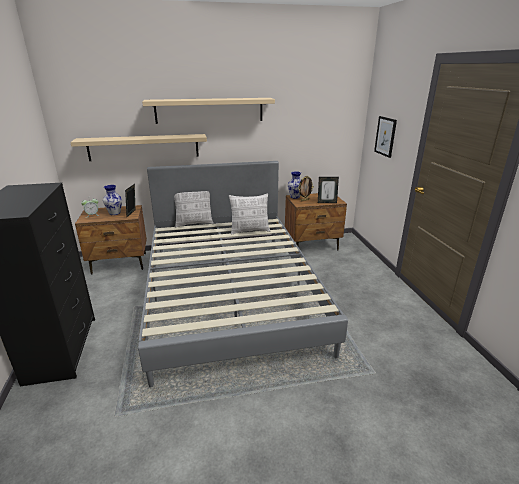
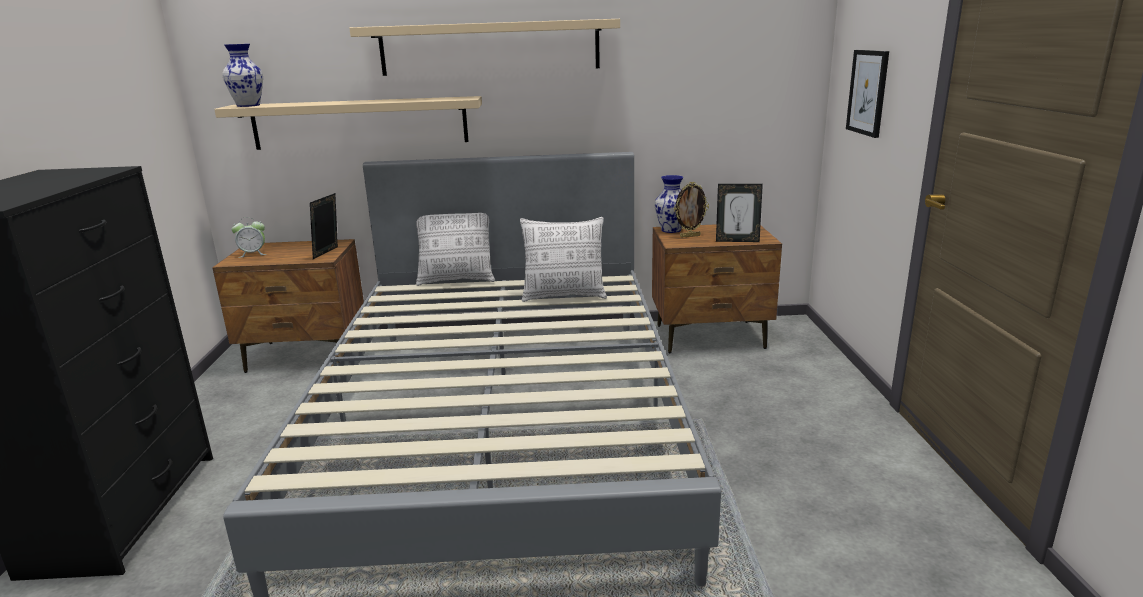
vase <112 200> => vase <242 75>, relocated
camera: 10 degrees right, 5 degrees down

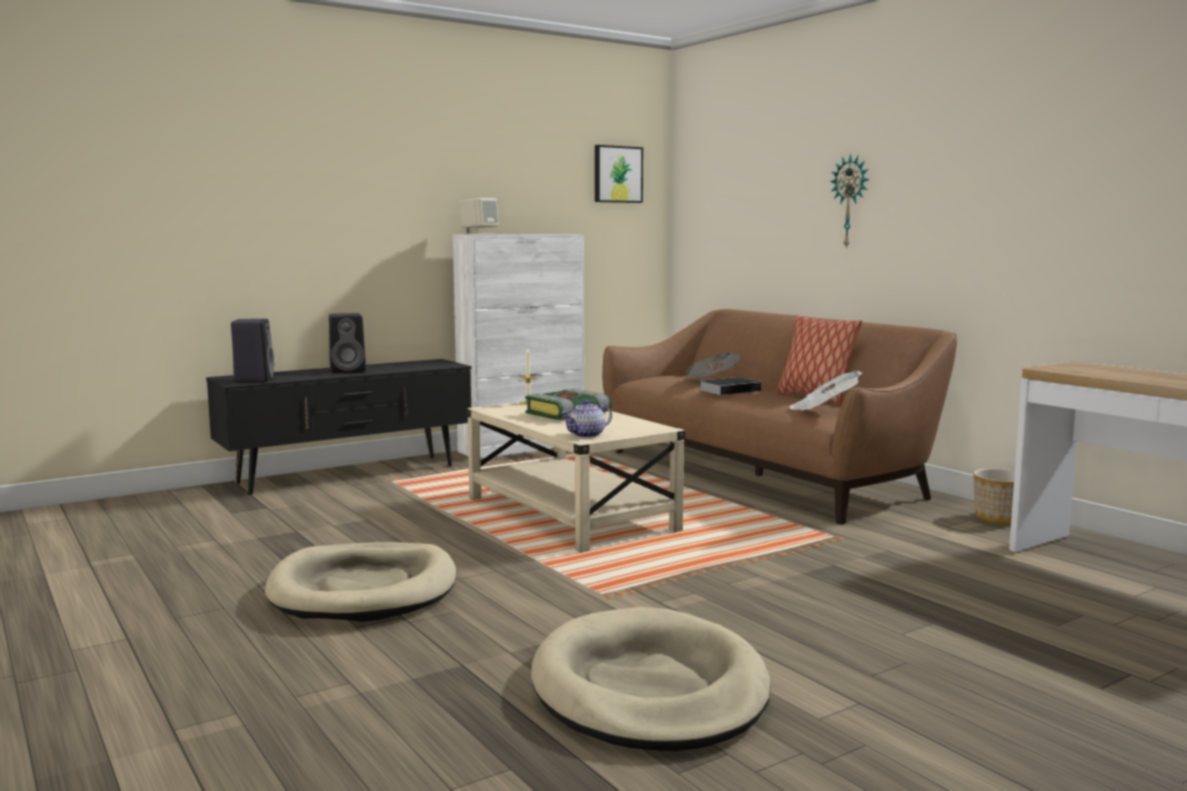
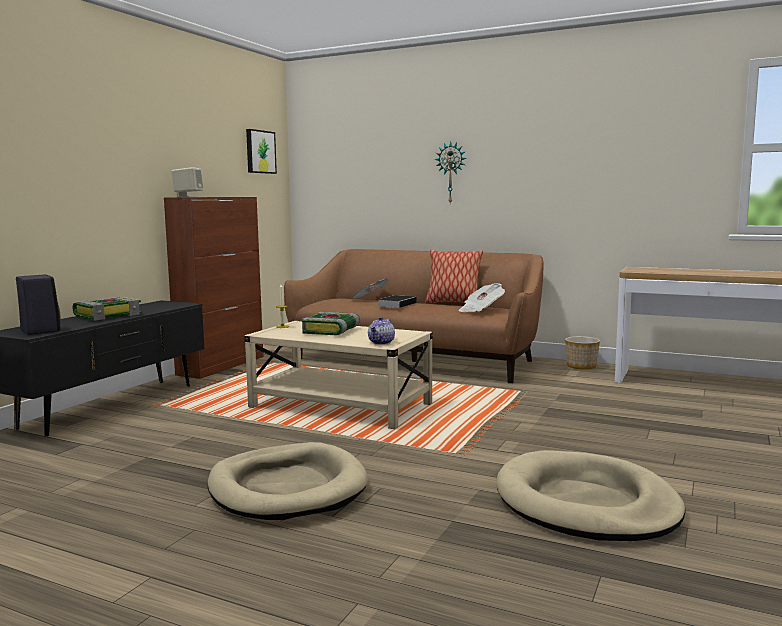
speaker (black) <347 343> => book <107 309>
cabinet (white) <518 346> => cabinet (brown) <213 288>
camera: 30 degrees left, 0 degrees up

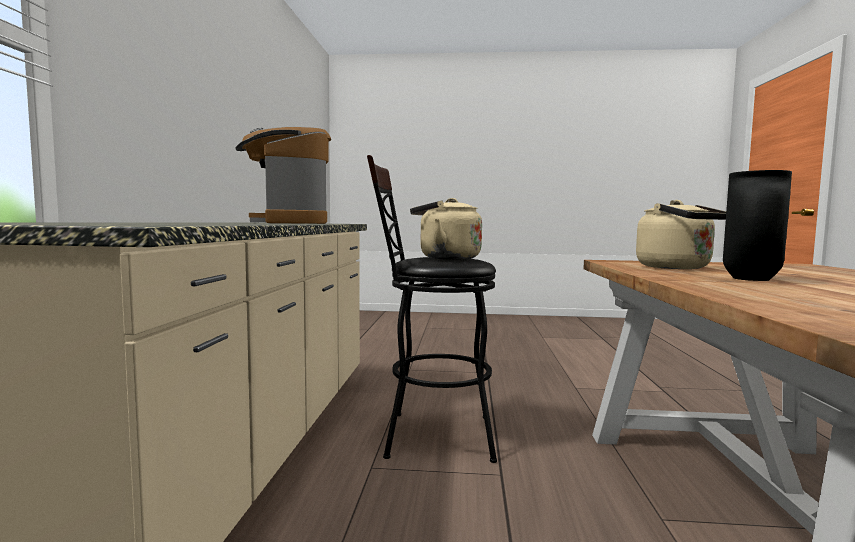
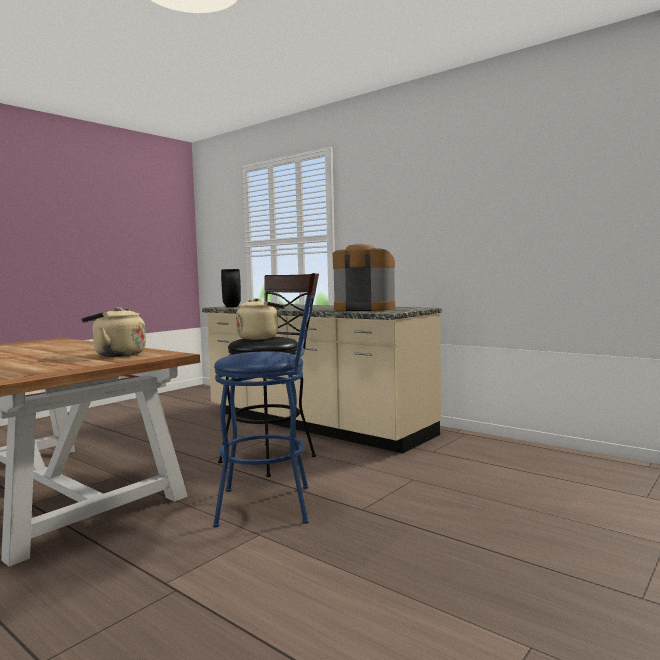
nothing => stool (blue) <266 400>
vase (black) <757 225> => vase (black) <231 288>, relocated
camera: 125 degrees right, 0 degrees up

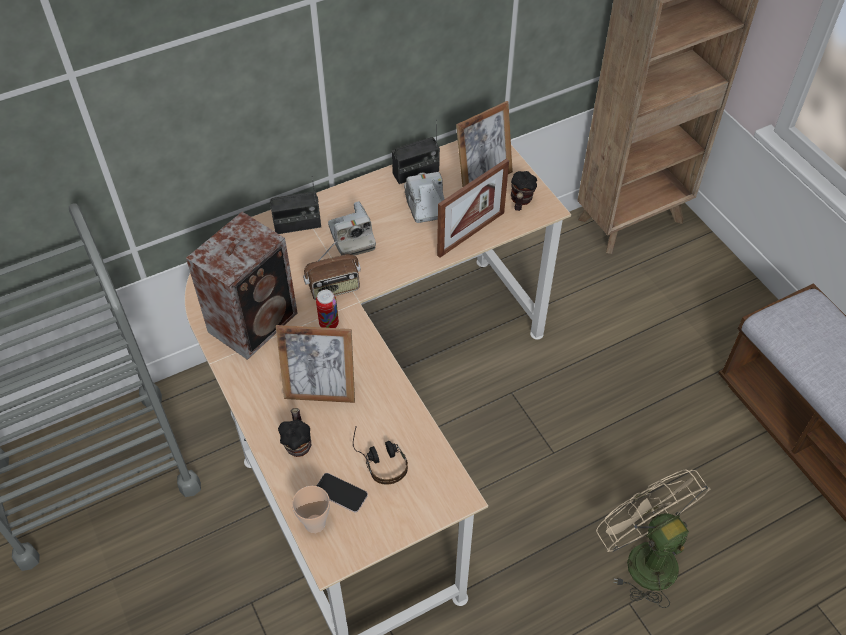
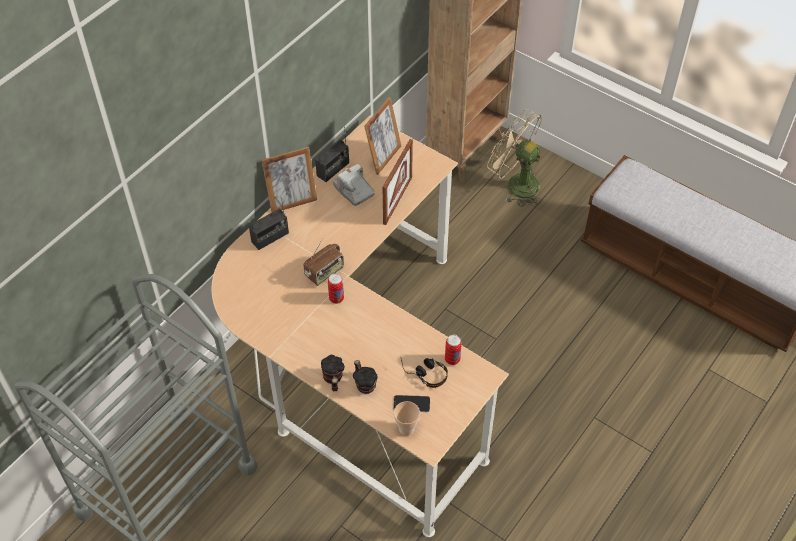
speaker <242 286> => nothing
photo camera <352 228> => nothing
nothing => can <453 350>
picture frame <315 364> => picture frame <289 179>, relocated
mug <524 191> => mug <333 373>, relocated
fan (beige) <653 538> => fan (beige) <515 158>, relocated
camera: 25 degrees left, 0 degrees up

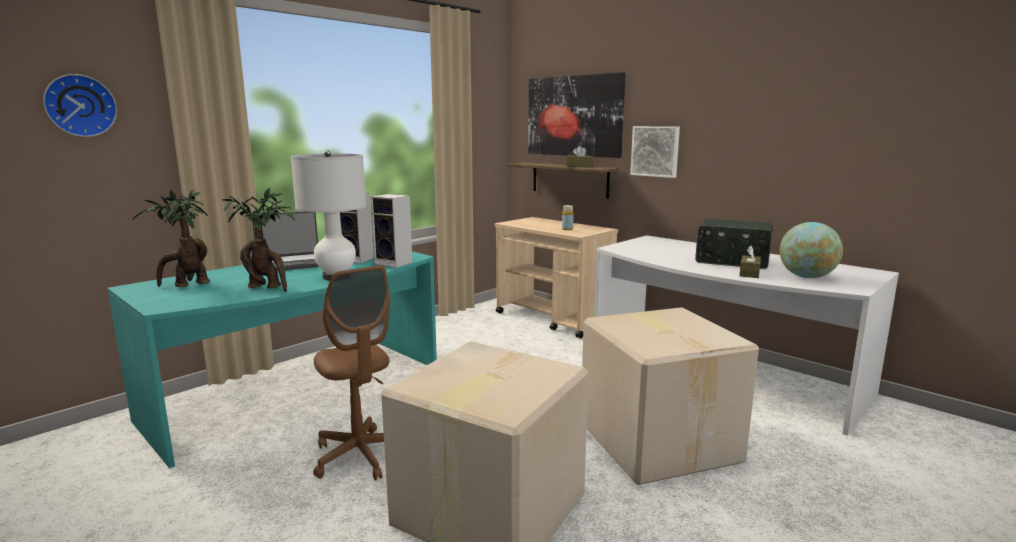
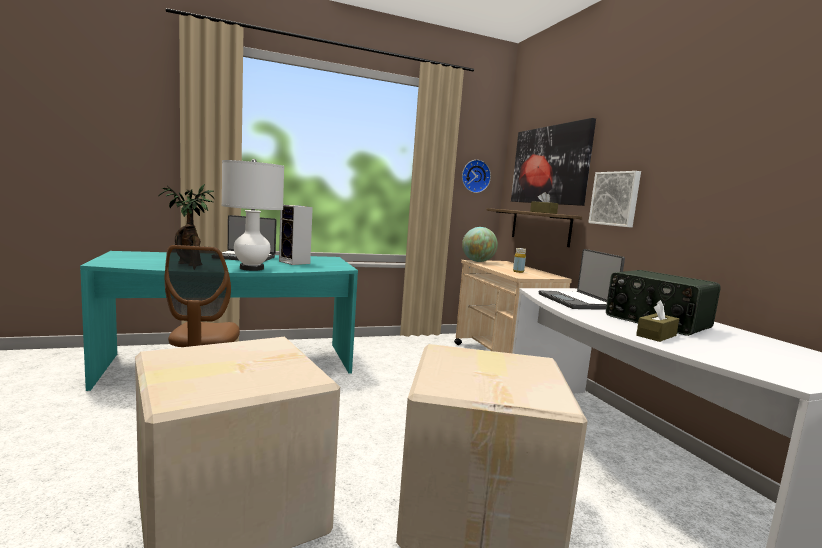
potted plant <171 238> => nothing
speaker <391 231> => nothing
nothing => laptop <581 279>
wall clock <80 105> => wall clock <476 176>, relocated
globe <811 250> => globe <480 244>, relocated
camera: 25 degrees right, 5 degrees down

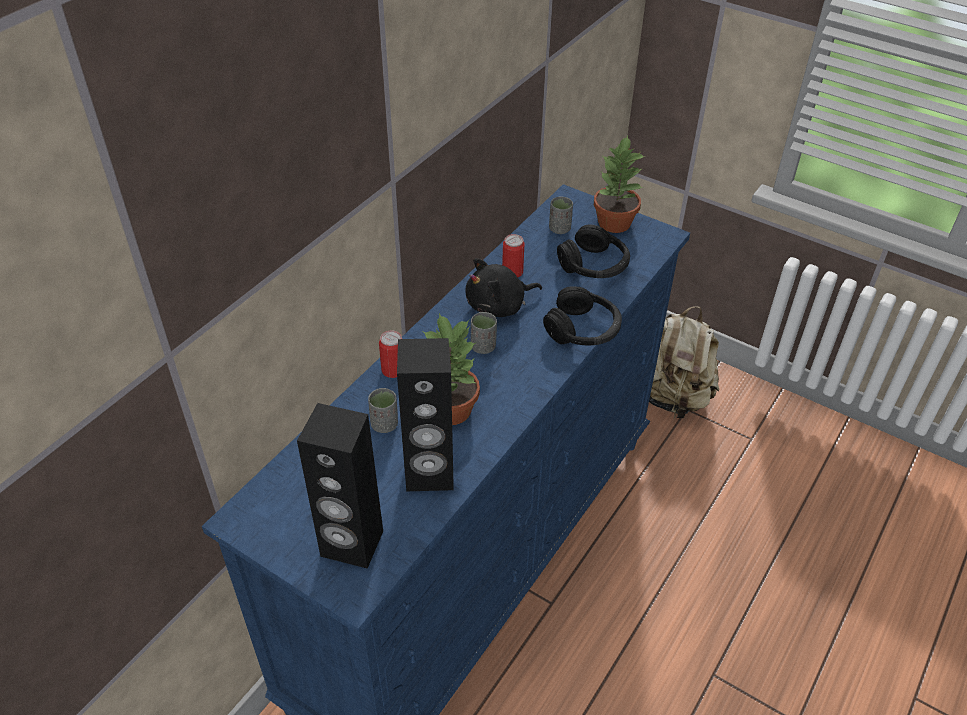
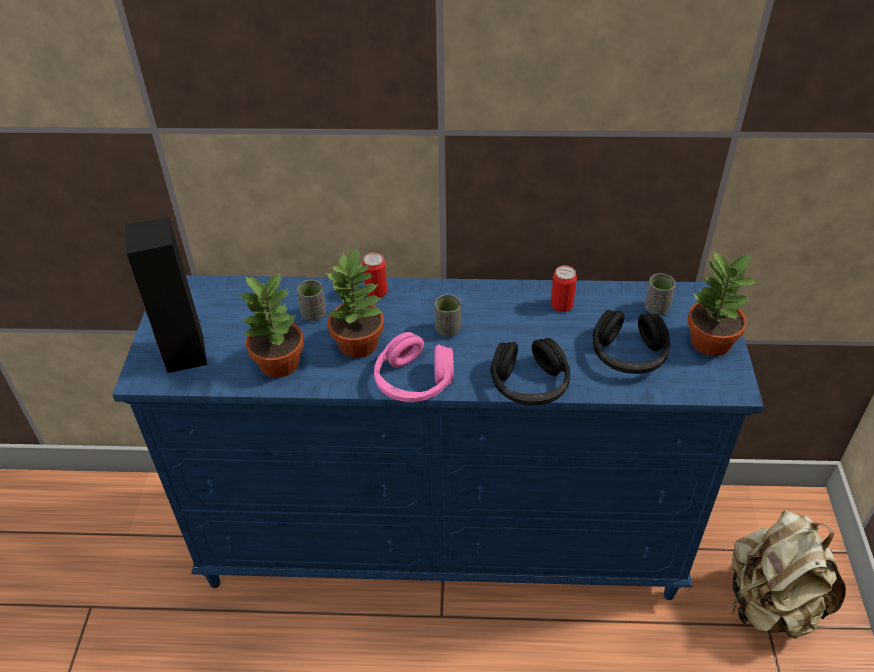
plush toy (black) <504 287> => nothing
nothing => headphones (pink) <414 367>
speaker (black) <425 414> => potted plant <271 325>
camera: 60 degrees right, 0 degrees up

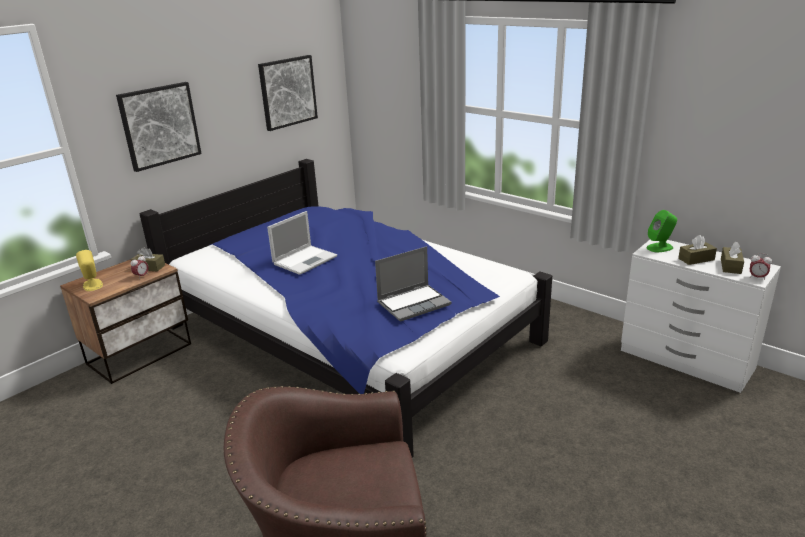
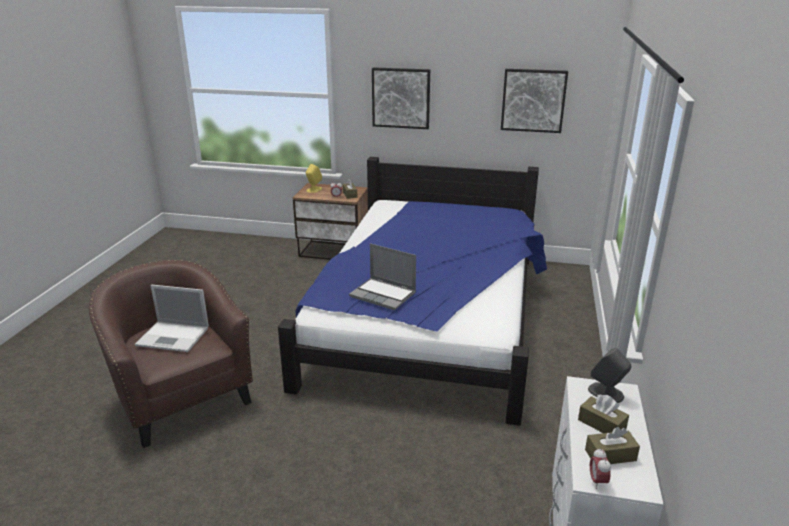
laptop <302 243> => laptop <172 318>, relocated
speaker (green) <661 231> => speaker (grey) <609 375>
camera: 60 degrees right, 0 degrees up

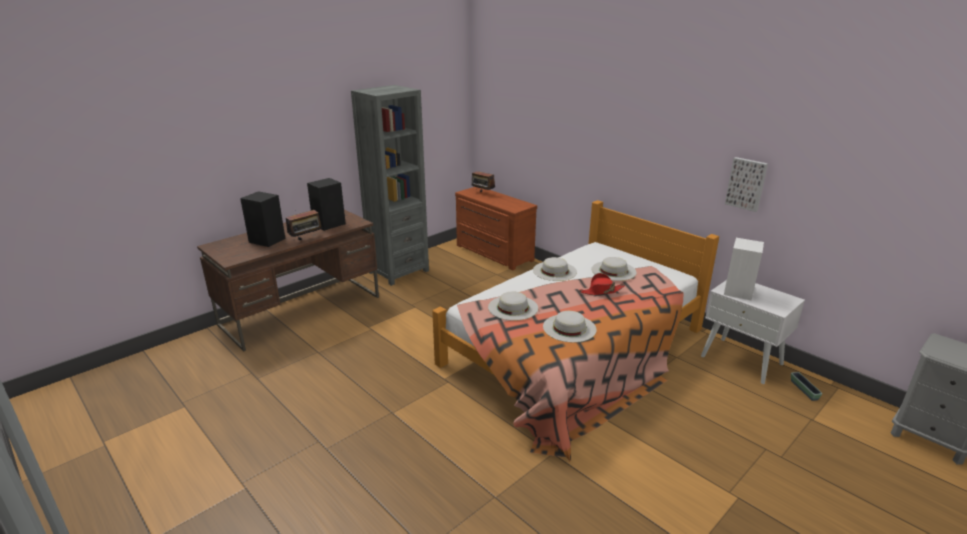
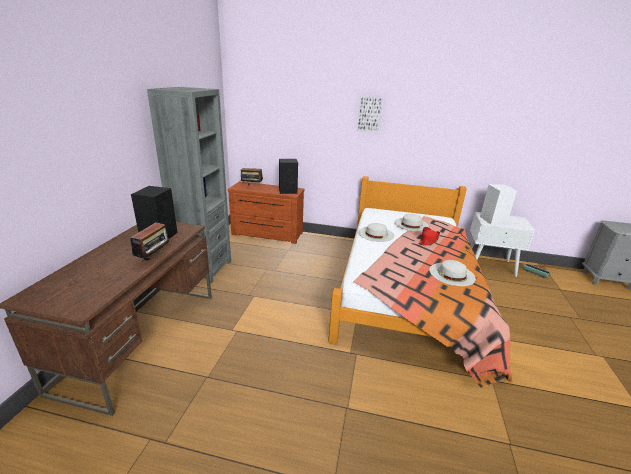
hat (white) <513 306> => nothing
speaker (black) <262 219> => speaker (black) <288 176>, relocated
picture <746 184> => picture <369 114>, relocated
camera: 35 degrees left, 0 degrees up

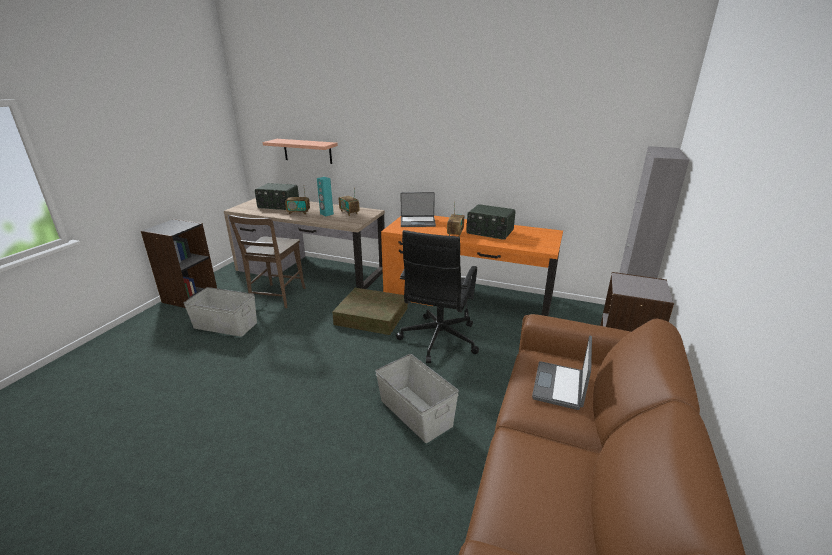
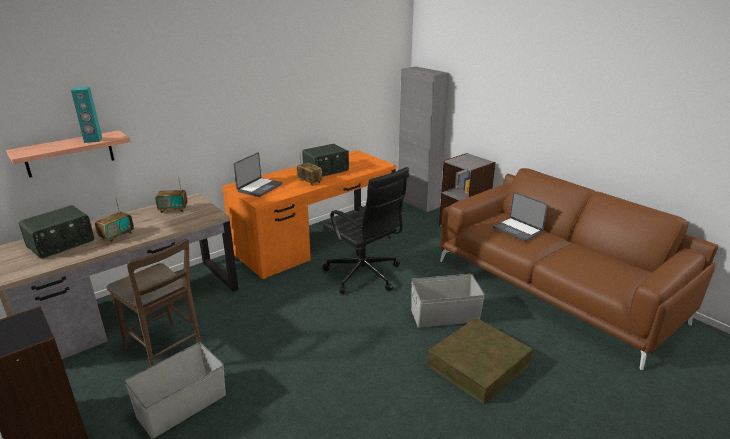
speaker (turquoise) <325 196> => speaker (turquoise) <86 115>, relocated
storage box (brown) <370 311> => storage box (brown) <480 361>, relocated
camera: 60 degrees left, 0 degrees up

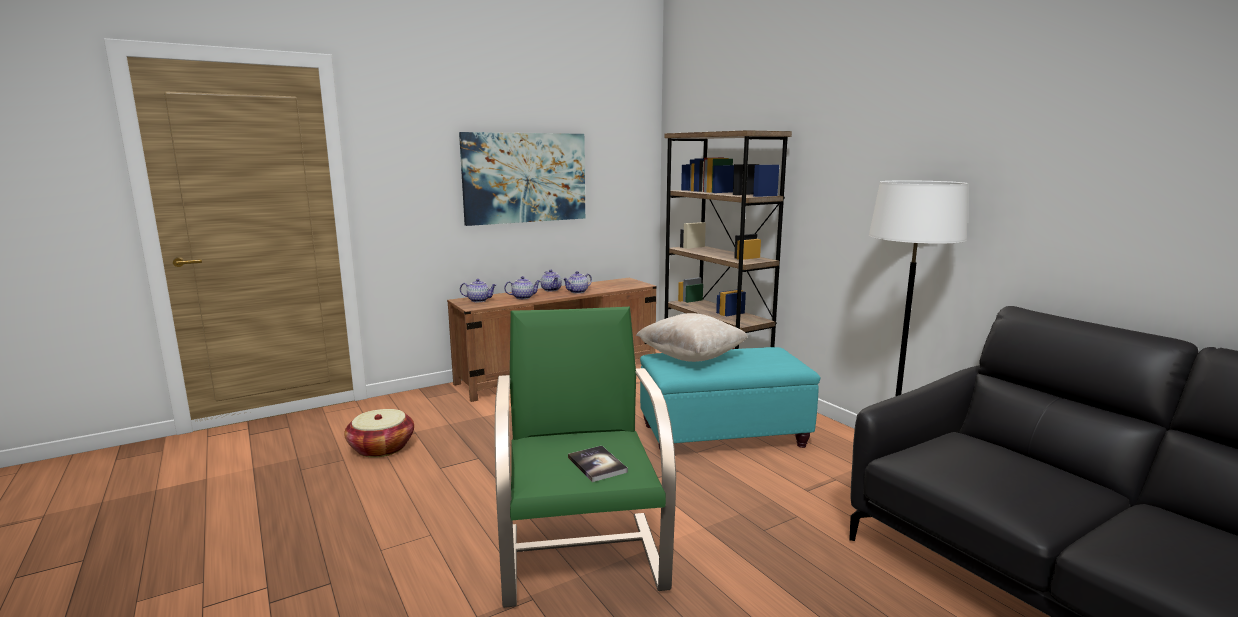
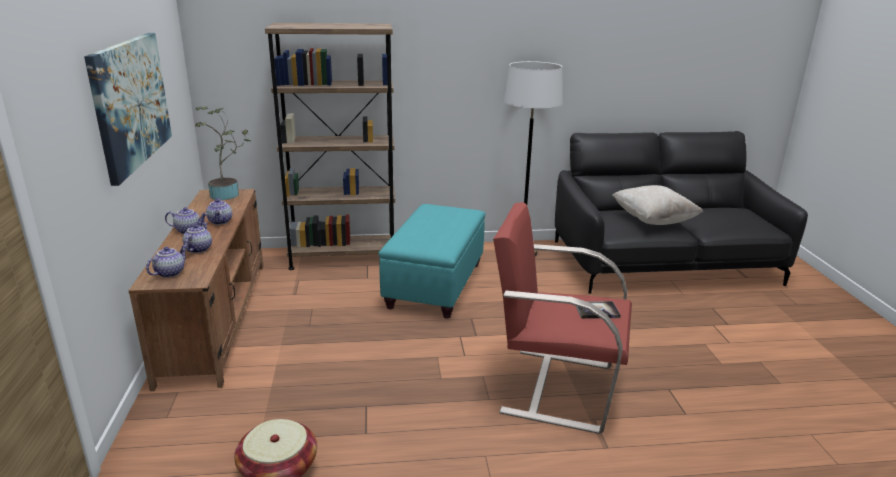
nothing => potted plant <223 153>
pillow (beige) <692 337> => pillow (beige) <657 205>, relocated
armchair (green) <585 457> => armchair (red) <562 318>
camera: 65 degrees left, 10 degrees up

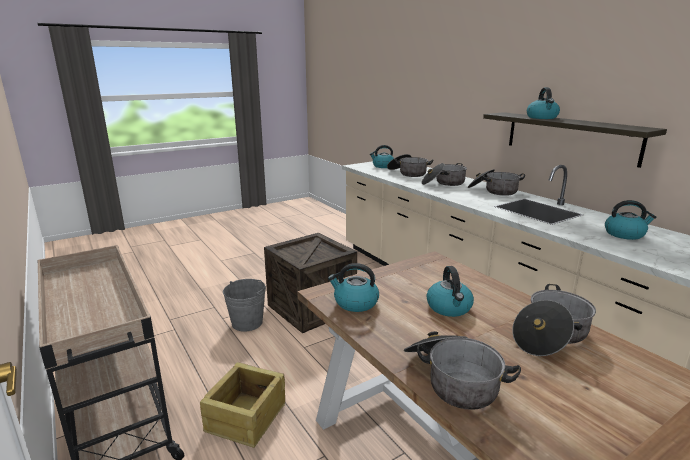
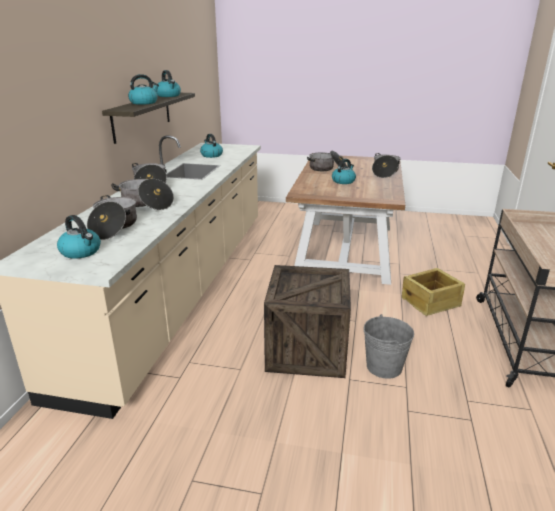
kettle <353 287> => kettle <168 83>, relocated
camera: 135 degrees left, 5 degrees up

